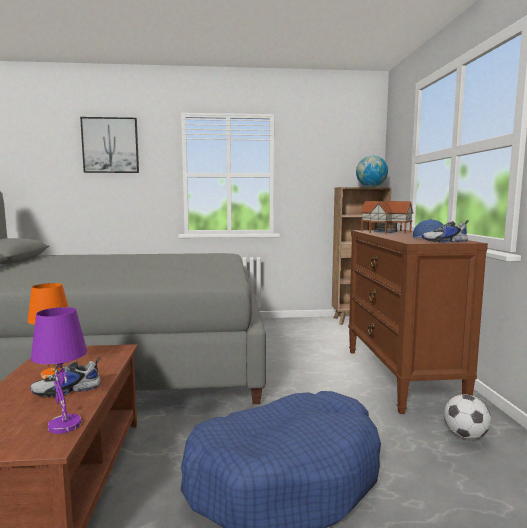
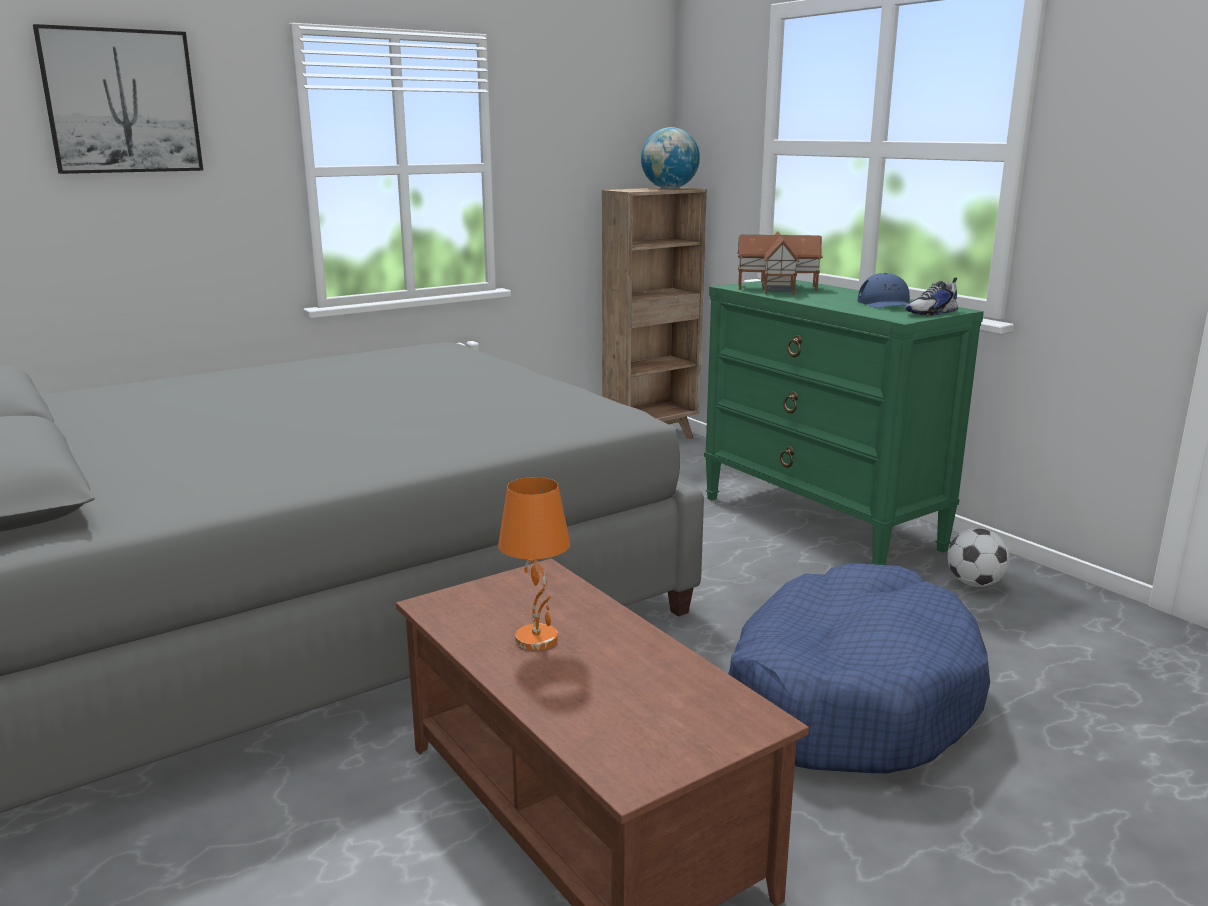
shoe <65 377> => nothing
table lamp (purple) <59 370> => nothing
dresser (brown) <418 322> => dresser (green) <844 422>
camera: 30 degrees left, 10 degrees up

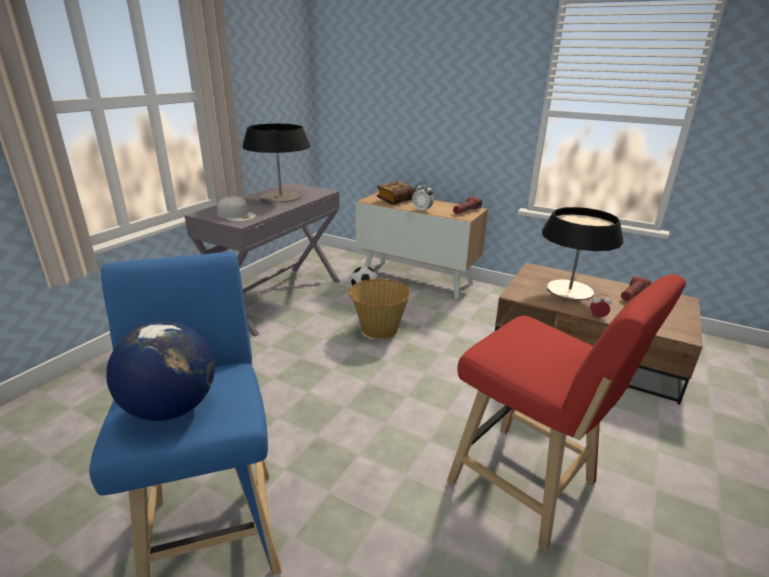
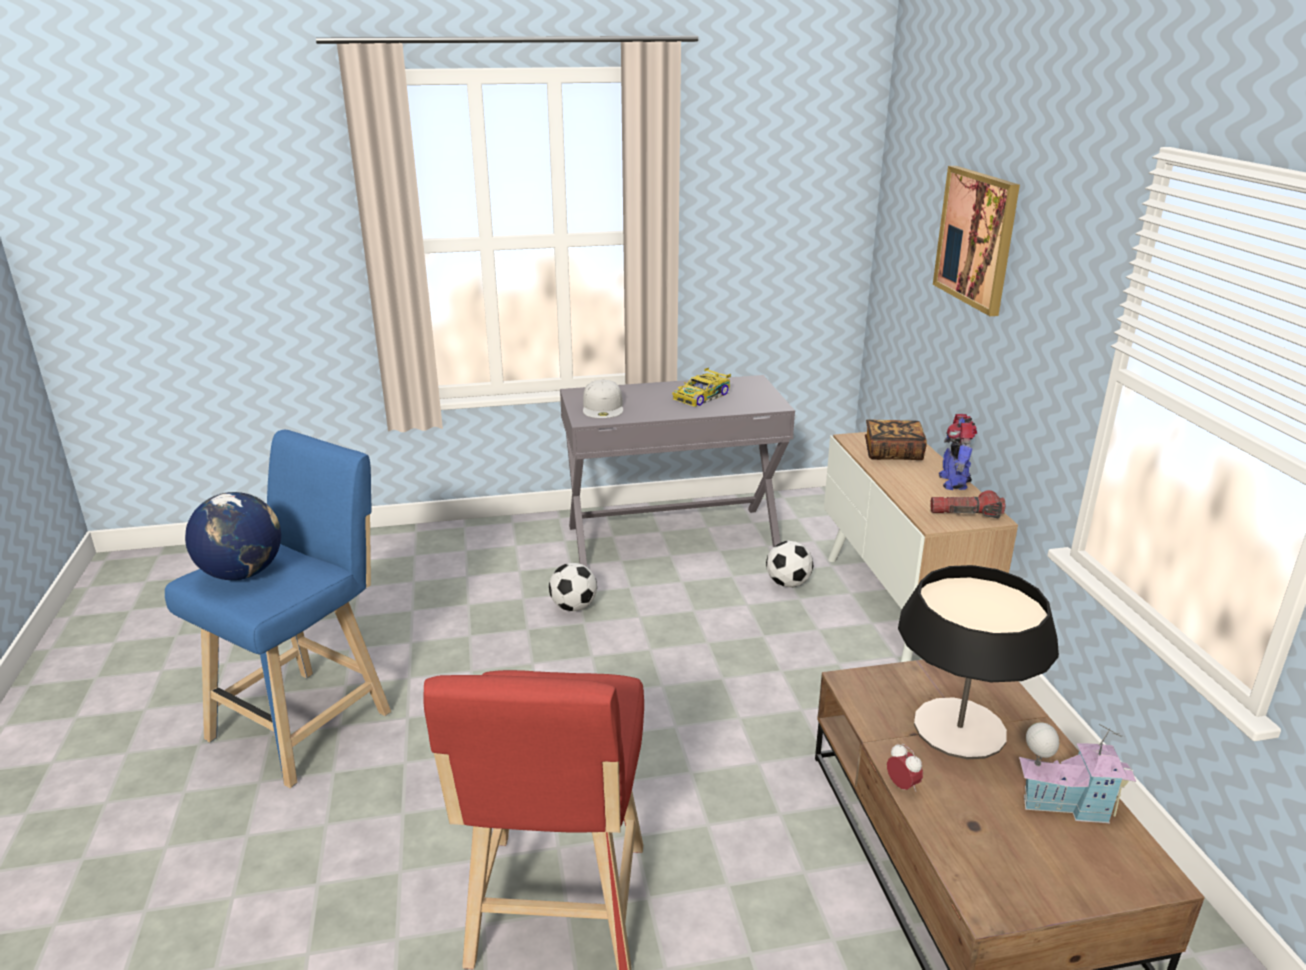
basket <379 309> => nothing
alarm clock <423 197> => nothing
nothing => football <573 587>
nothing => picture <976 241>
nothing => toy robot <958 452>
table lamp <276 163> => toy car <701 387>
flashlight <636 288> => toy house <1077 772>
camera: 50 degrees right, 0 degrees up

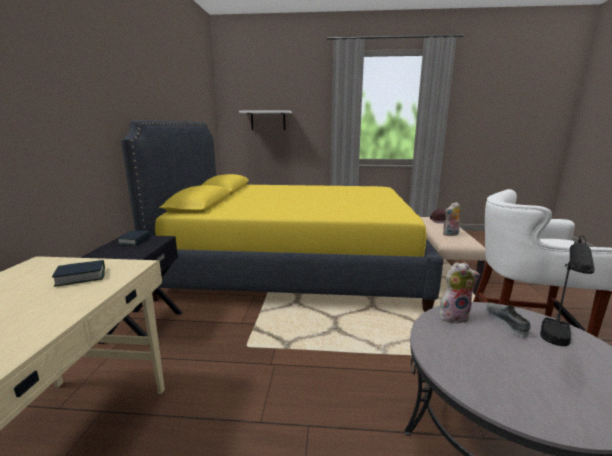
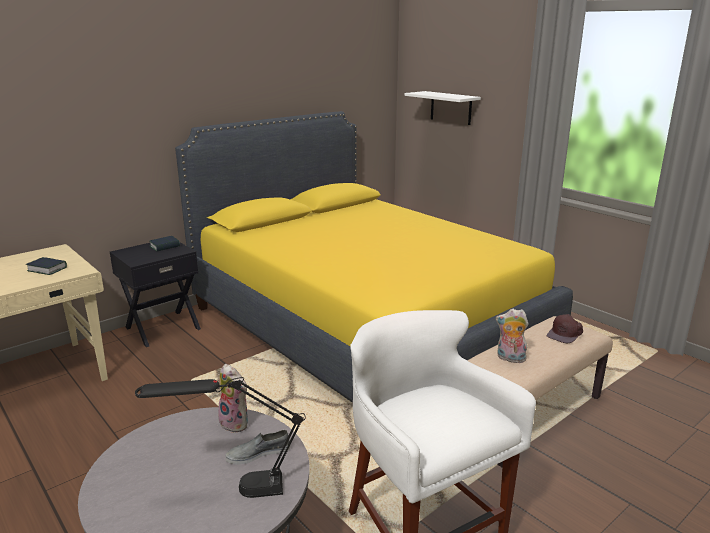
shoe (grey) <508 320> => shoe (grey) <258 447>, 150 degrees counterclockwise
camera: 45 degrees right, 5 degrees up

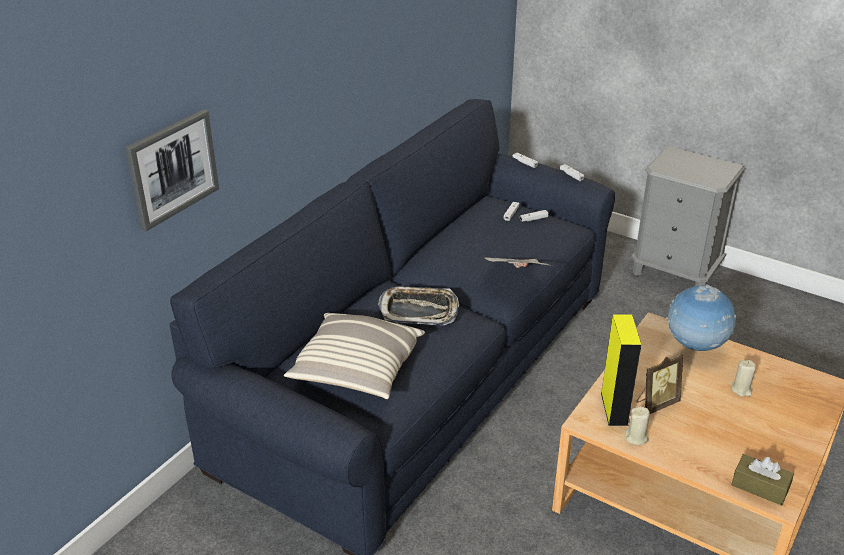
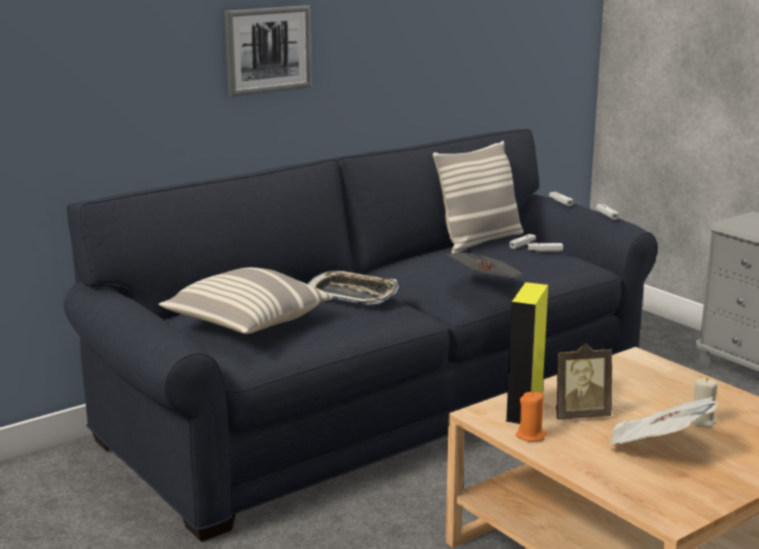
globe <701 317> => nothing
tissue box (brown) <762 479> => nothing
nothing => pillow <478 197>
nothing => newspaper <662 421>
picture <172 170> => picture <268 51>, relocated
candle (beige) <637 425> => candle (orange) <531 416>
camera: 20 degrees right, 15 degrees down

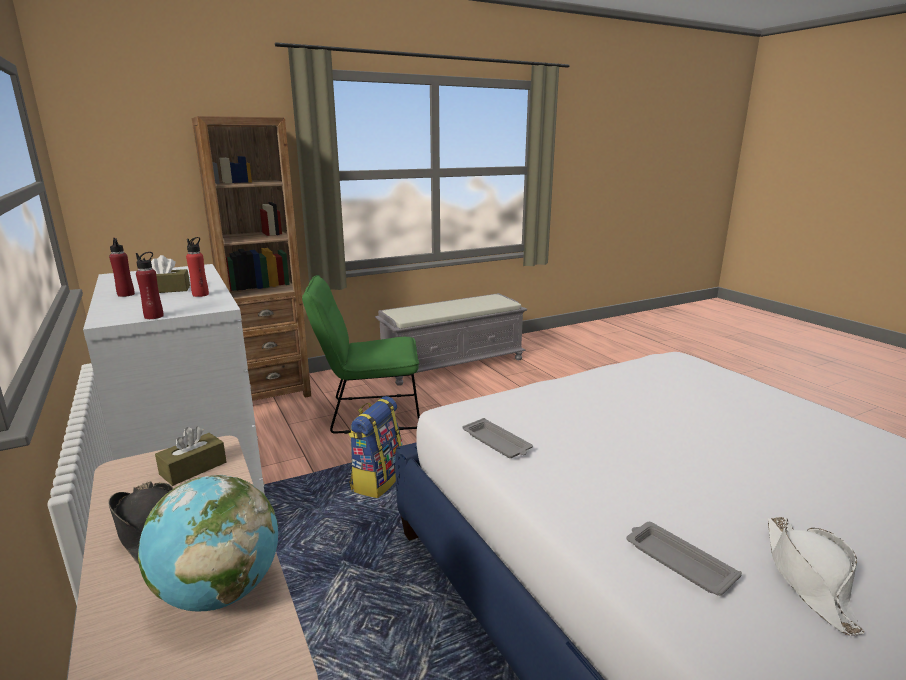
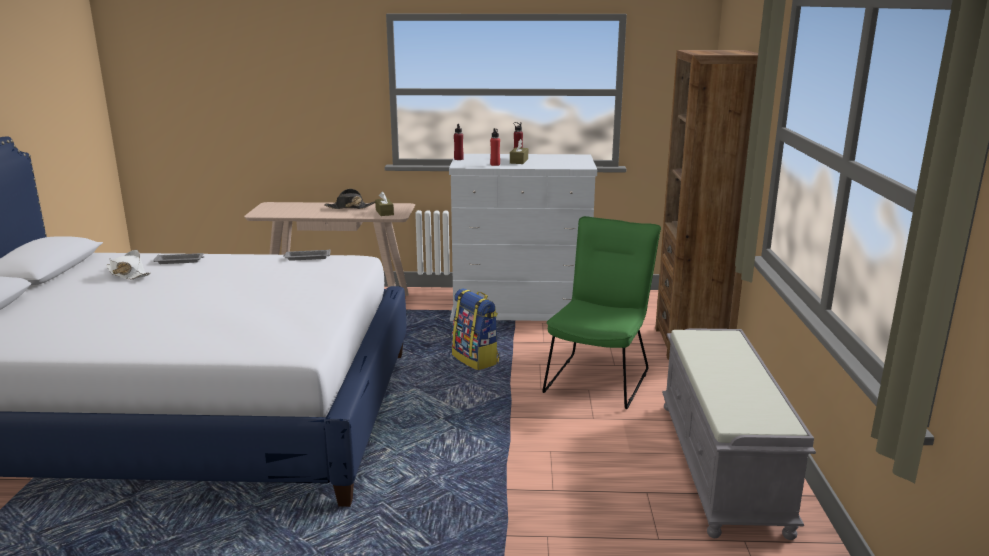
globe <208 543> => nothing
camera: 120 degrees right, 0 degrees up

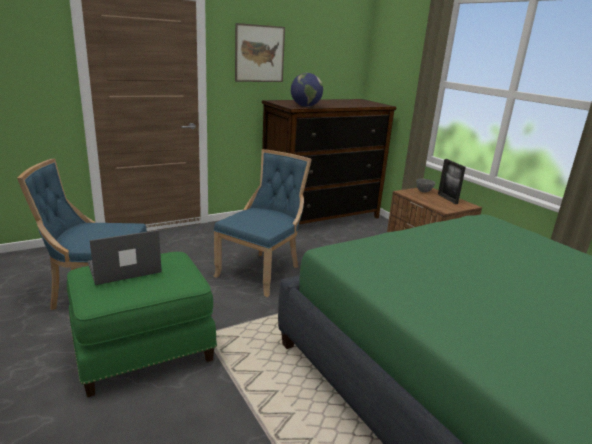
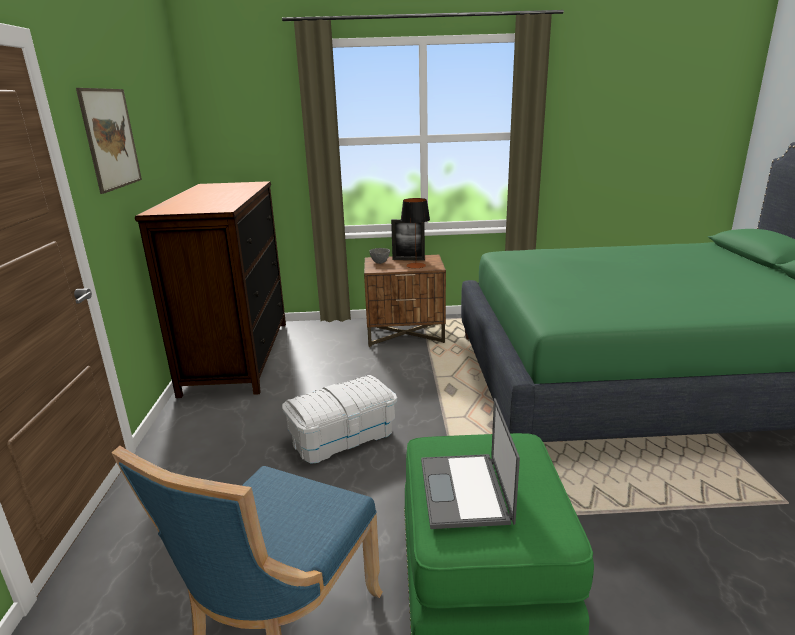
globe <307 90> => nothing
nothing => table lamp <415 233>
chair (blue) <262 223> => storage box (white) <339 419>
camera: 60 degrees left, 0 degrees up

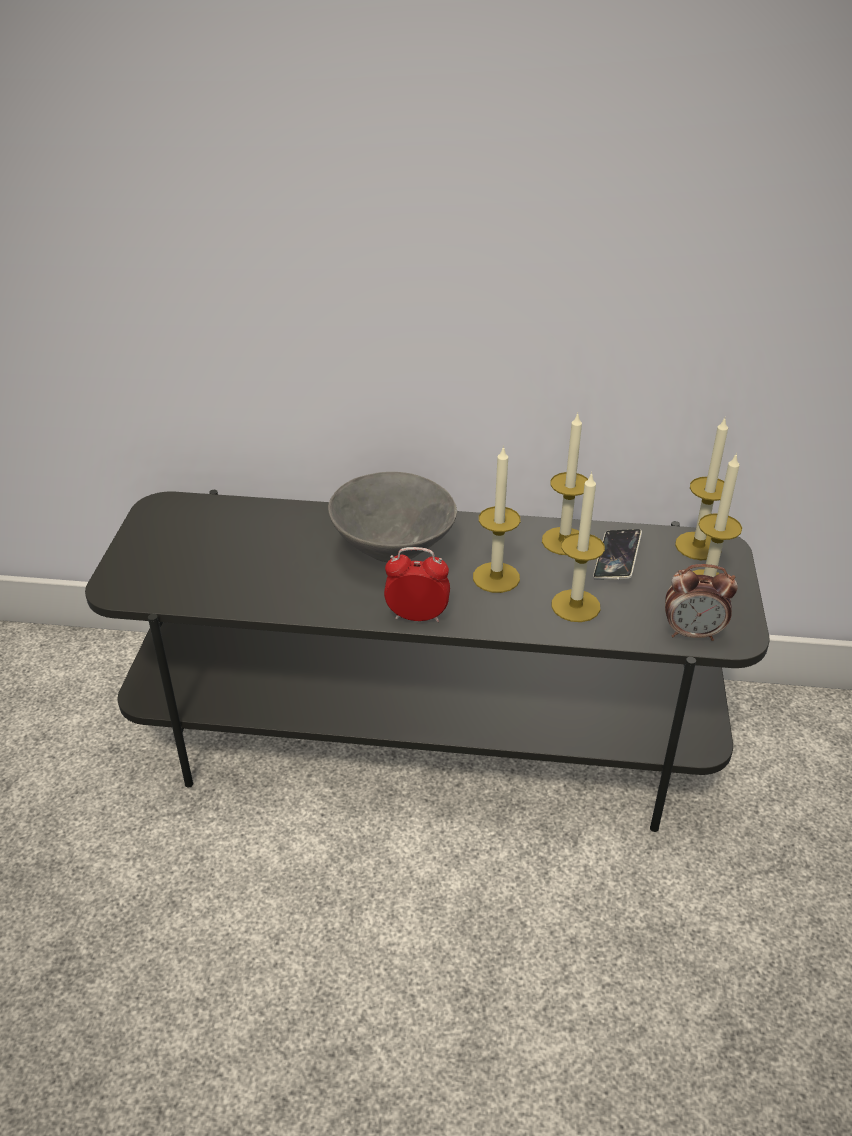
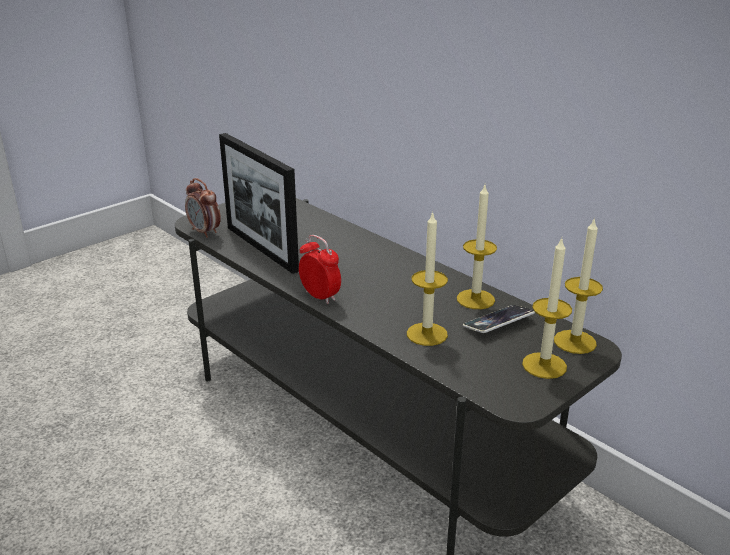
bowl (grey) <392 517> => nothing
candle <496 519> => nothing
nothing => picture frame <259 203>
alarm clock <701 602> => alarm clock <203 208>, relocated
camera: 40 degrees right, 10 degrees down

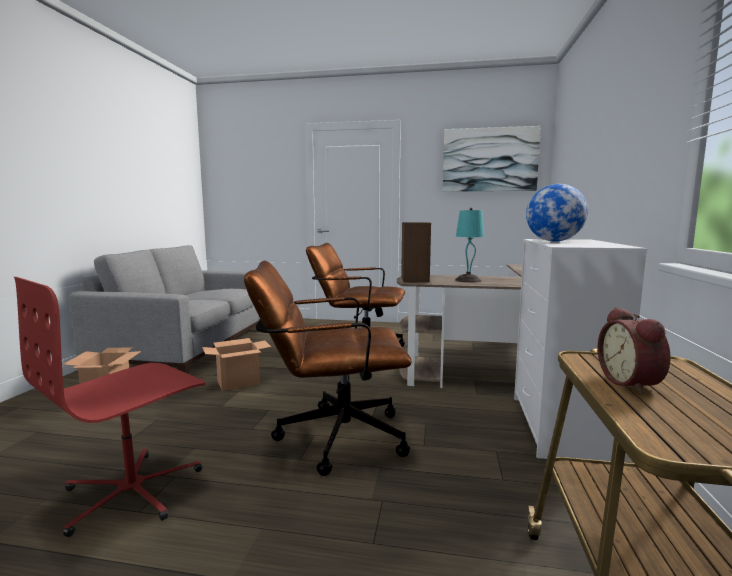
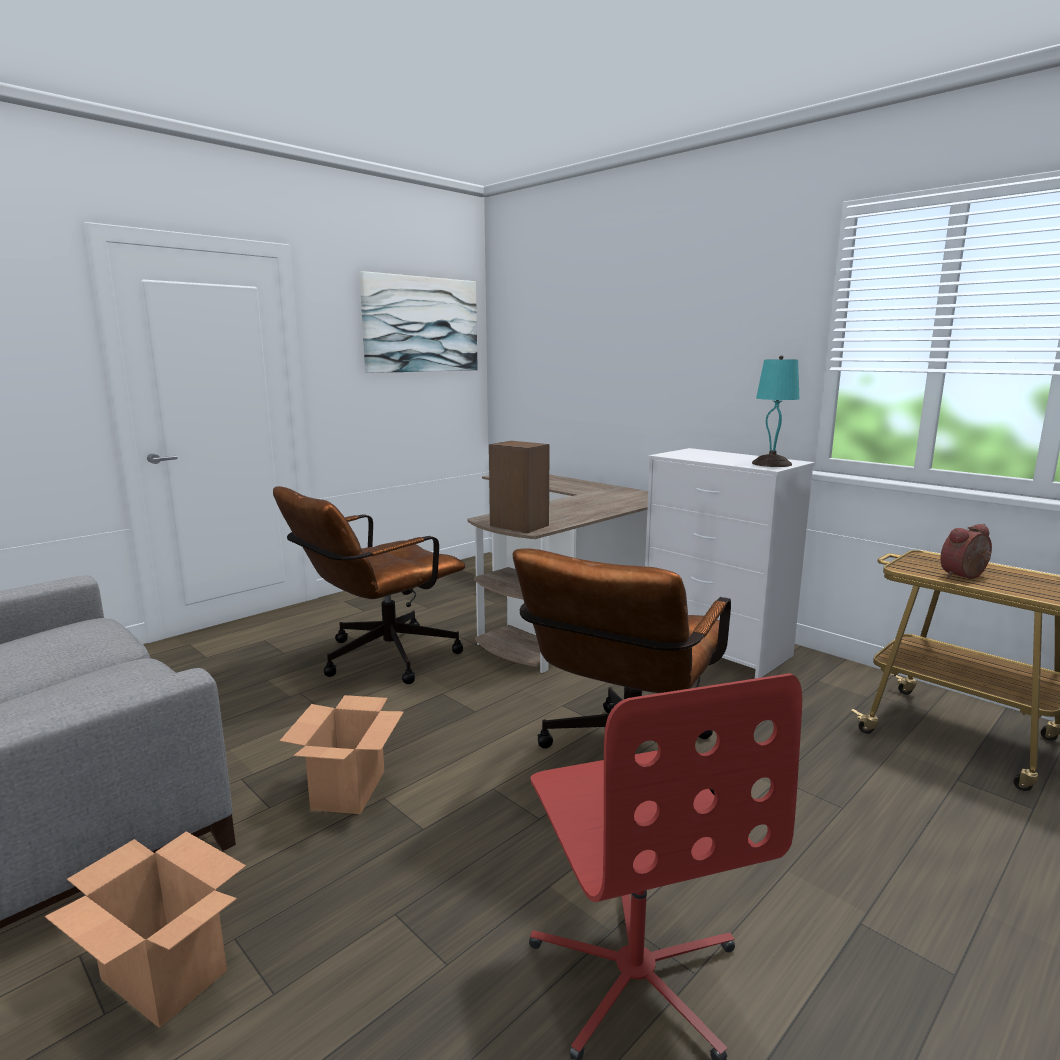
globe <557 213> => nothing
table lamp (turquoise) <469 245> => table lamp (turquoise) <775 411>, relocated
alarm clock <634 350> => alarm clock <966 551>, 120 degrees clockwise
camera: 55 degrees left, 5 degrees up

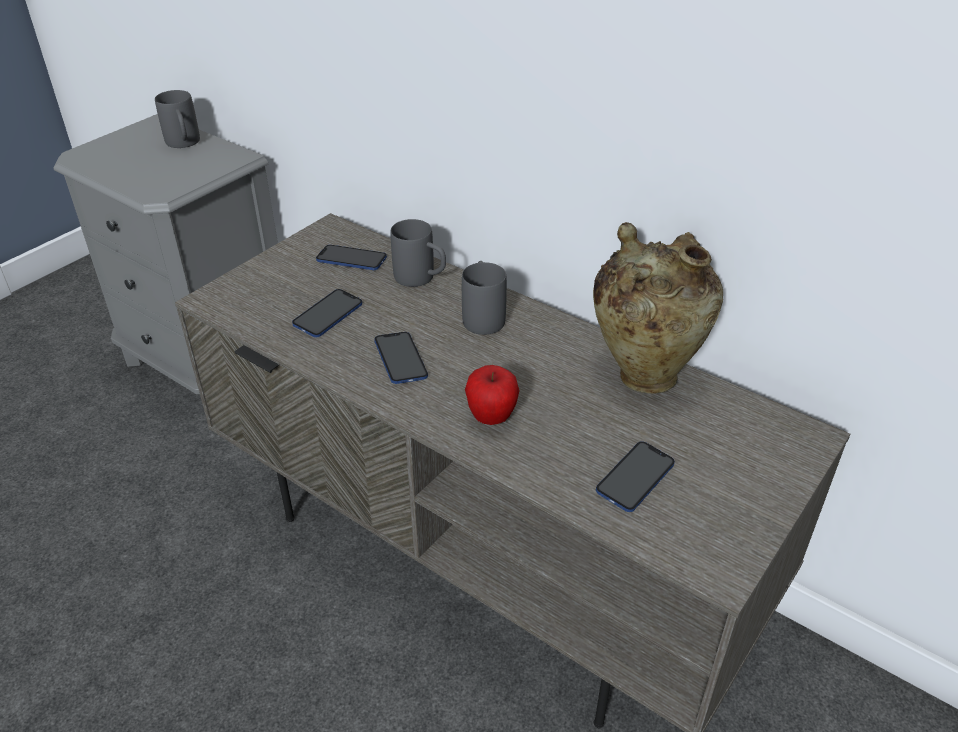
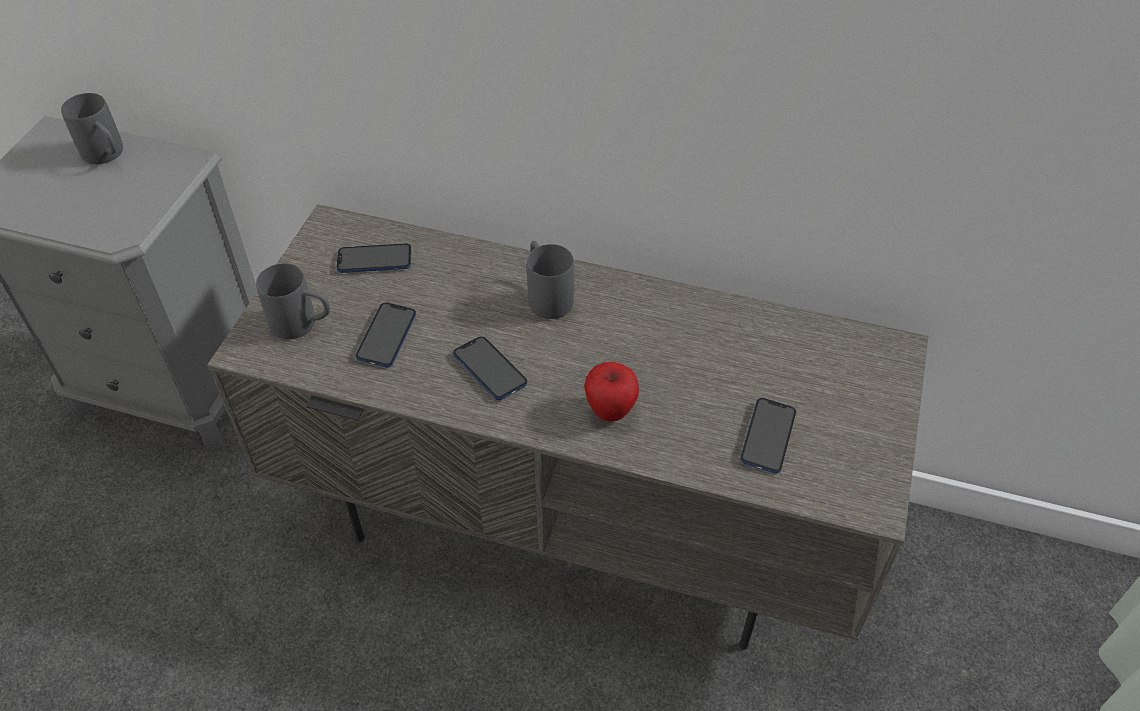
vase (beige) <658 307> => nothing
mug (grey) <418 253> => mug (grey) <293 301>, relocated
camera: 20 degrees left, 10 degrees up

